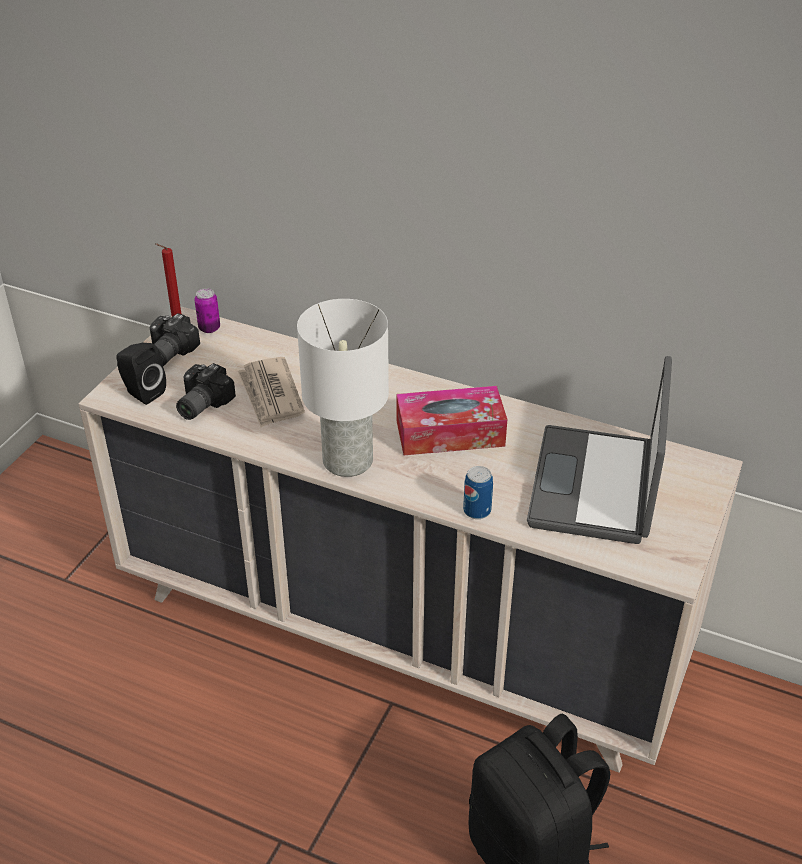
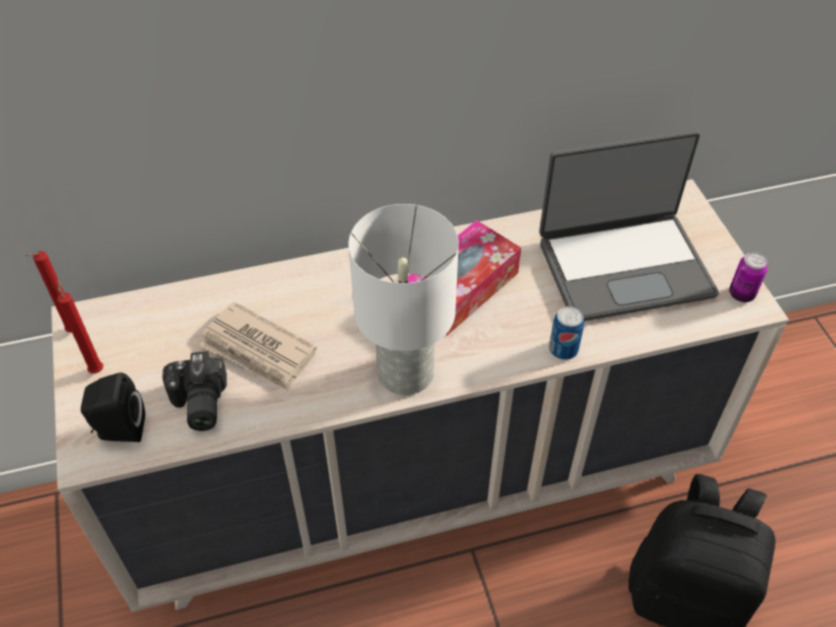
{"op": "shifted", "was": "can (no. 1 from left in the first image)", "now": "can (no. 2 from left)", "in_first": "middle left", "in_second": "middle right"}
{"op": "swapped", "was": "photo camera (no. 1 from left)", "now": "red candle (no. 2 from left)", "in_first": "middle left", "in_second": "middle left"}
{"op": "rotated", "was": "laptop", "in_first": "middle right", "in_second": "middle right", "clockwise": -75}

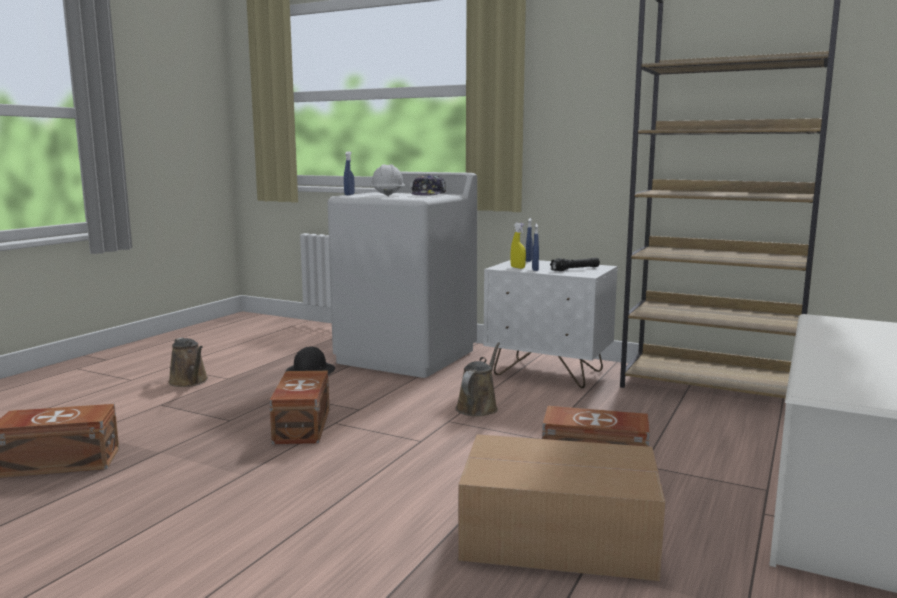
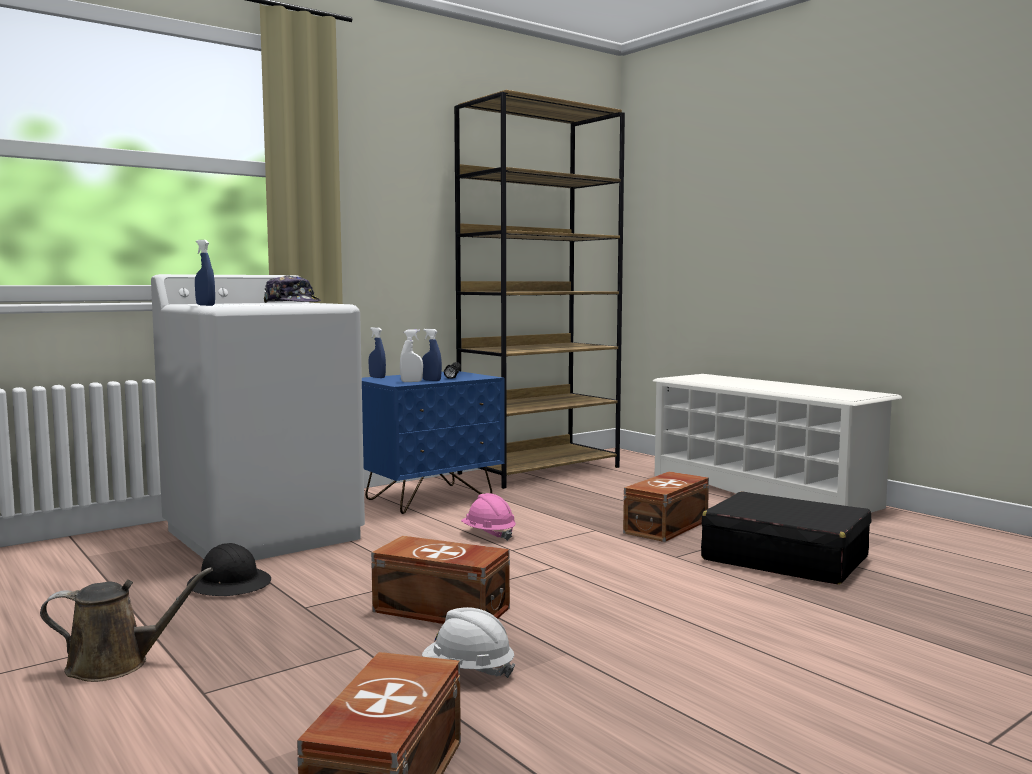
{"op": "shifted", "was": "white hard hat", "in_first": "top centre", "in_second": "bottom centre"}
{"op": "swapped", "was": "brown watering can (no. 2 from left)", "now": "pink hard hat", "in_first": "centre", "in_second": "bottom centre"}
{"op": "swapped", "was": "cardboard box", "now": "black suitcase", "in_first": "bottom centre", "in_second": "bottom right"}
{"op": "repainted", "was": "white nightstand", "now": "blue nightstand", "in_first": "centre", "in_second": "centre"}
{"op": "repainted", "was": "yellow spray bottle", "now": "white spray bottle", "in_first": "centre", "in_second": "centre"}

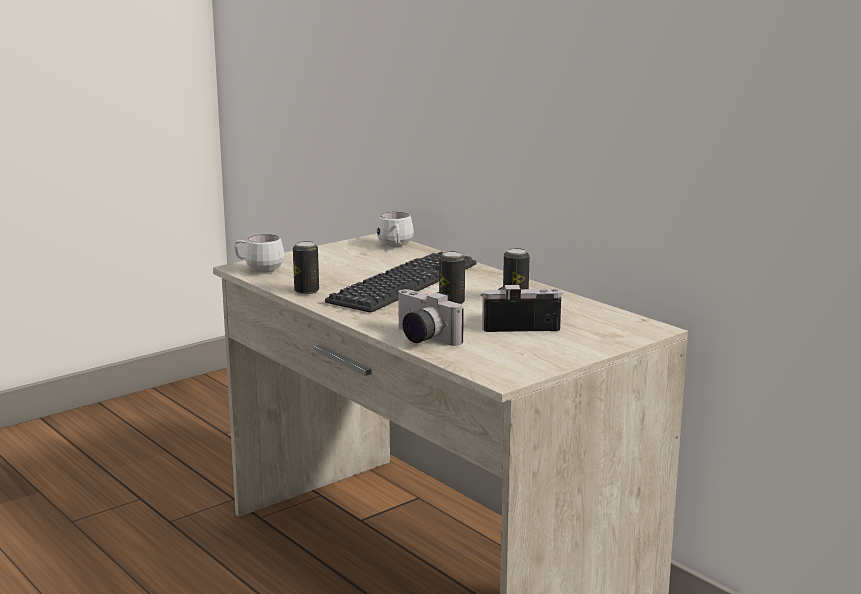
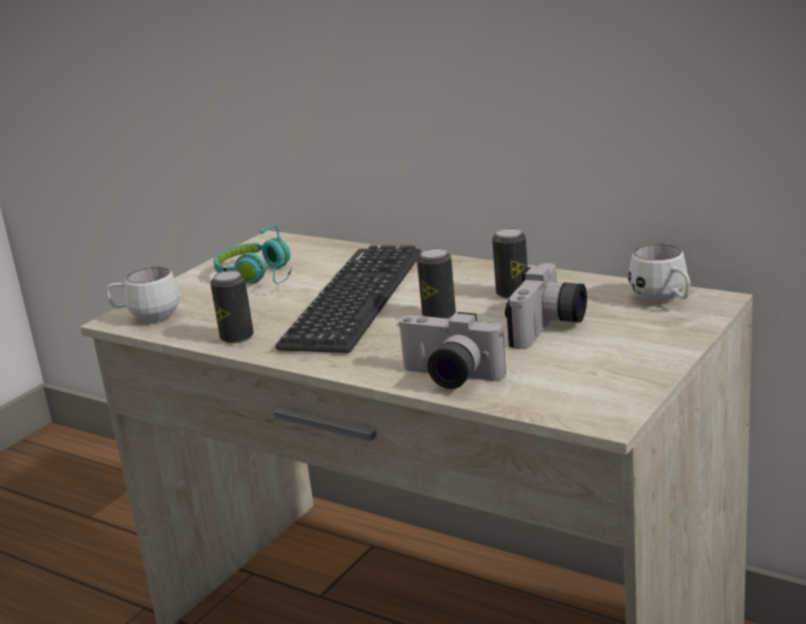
{"op": "new", "now": "turquoise headphones", "in_second": "middle left"}
{"op": "shifted", "was": "white mug (no. 2 from left)", "in_first": "centre", "in_second": "middle right"}
{"op": "rotated", "was": "photo camera (no. 2 from left)", "in_first": "centre", "in_second": "middle right", "clockwise": 135}

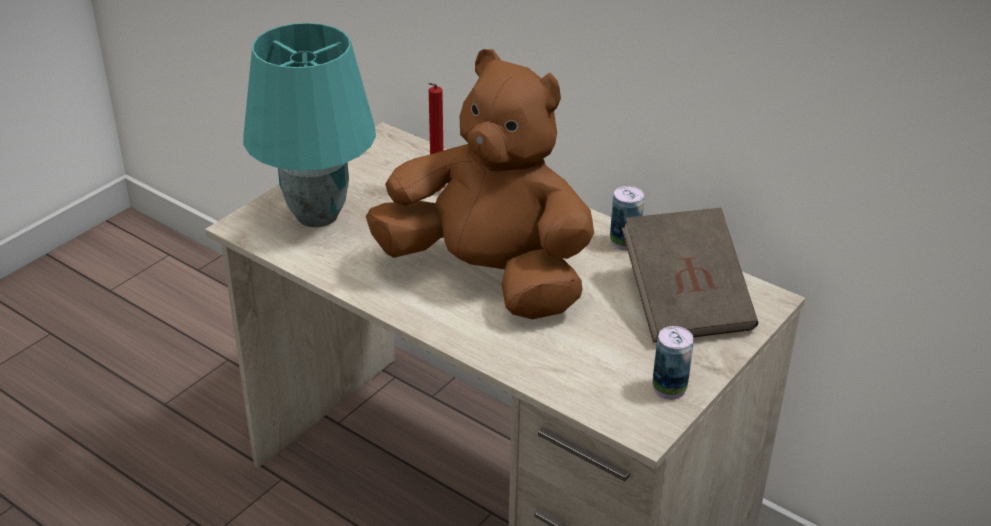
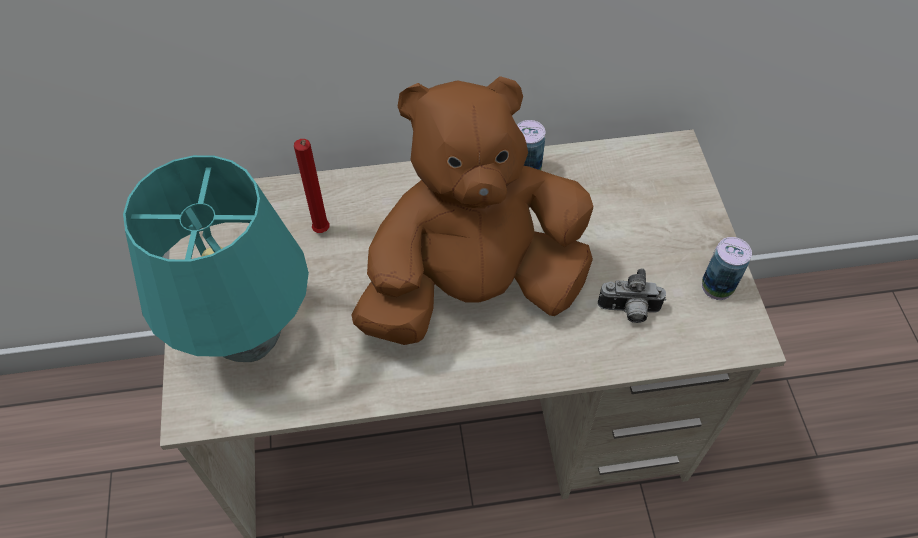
{"op": "gone", "was": "brown book", "in_first": "middle right"}
{"op": "new", "now": "photo camera", "in_second": "middle right"}

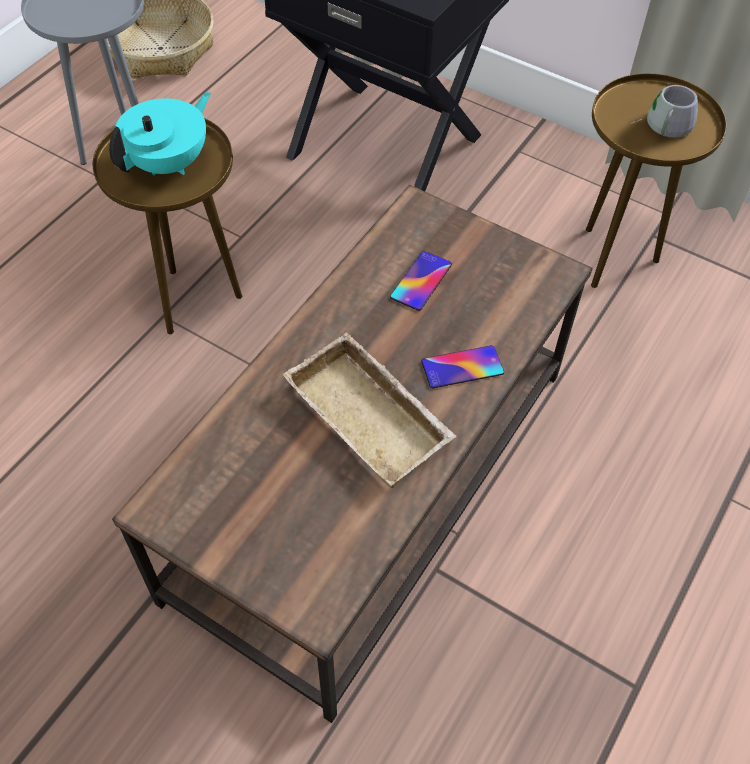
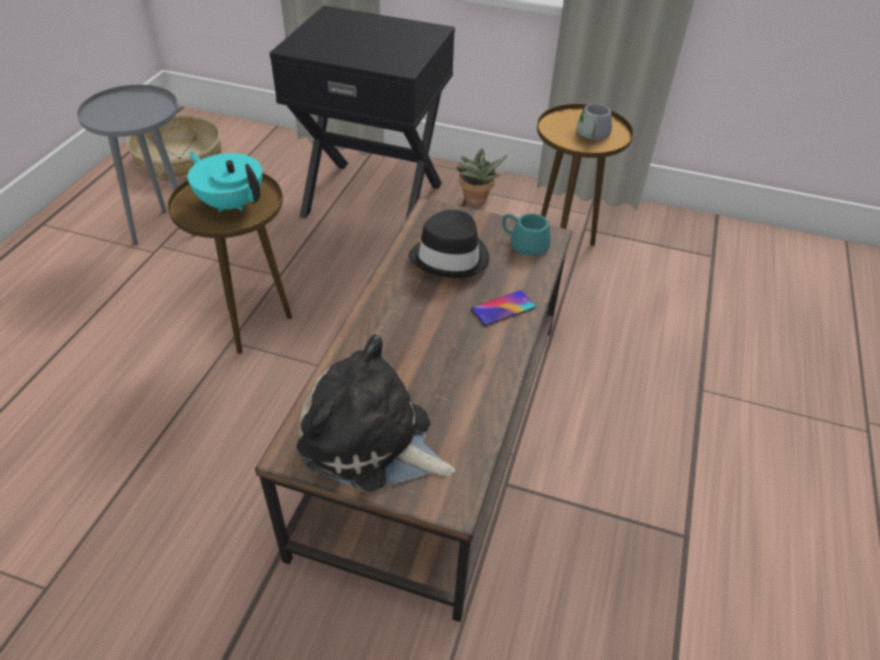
{"op": "gone", "was": "beige tray", "in_first": "centre"}
{"op": "new", "now": "plush toy", "in_second": "centre"}
{"op": "new", "now": "potted plant", "in_second": "top centre"}
{"op": "new", "now": "turquoise mug", "in_second": "centre"}
{"op": "swapped", "was": "phone (no. 1 from left)", "now": "black hat", "in_first": "centre", "in_second": "centre"}
{"op": "rotated", "was": "turquoise teapot", "in_first": "top left", "in_second": "top left", "clockwise": -75}

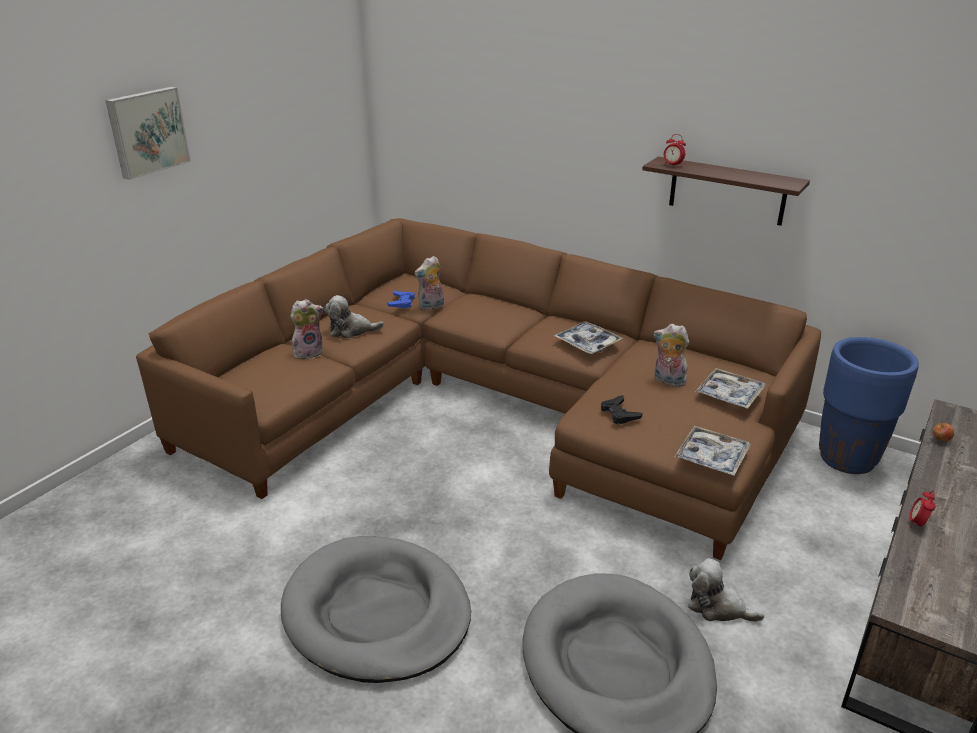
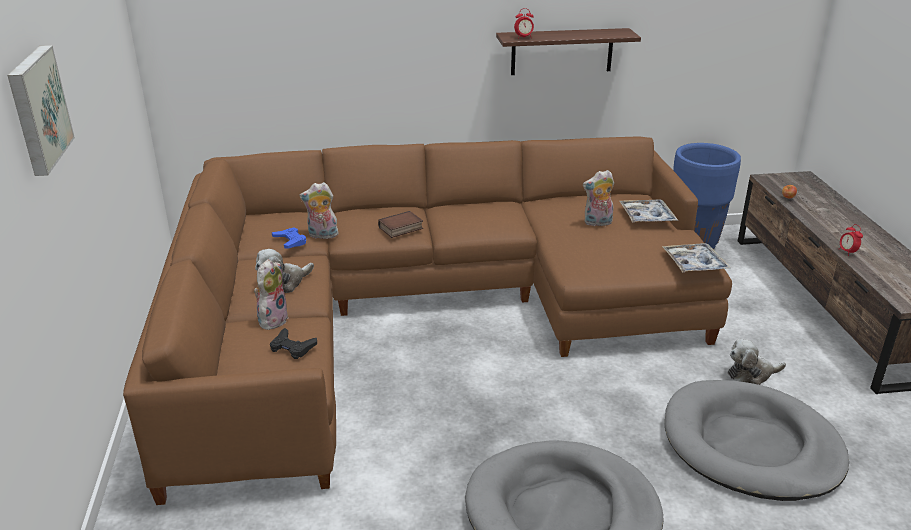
{"op": "gone", "was": "tray (no. 1 from left)", "in_first": "centre"}
{"op": "new", "now": "book", "in_second": "centre"}
{"op": "shifted", "was": "black game controller", "in_first": "centre", "in_second": "middle left"}
{"op": "rotated", "was": "plush toy (no. 3 from left)", "in_first": "centre", "in_second": "centre", "clockwise": 75}

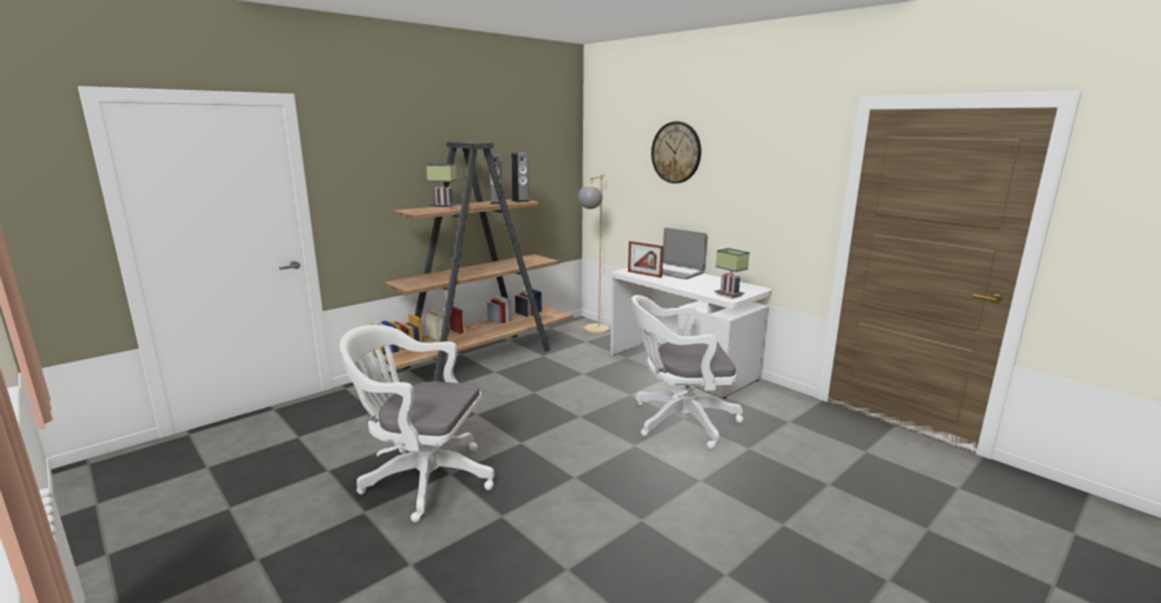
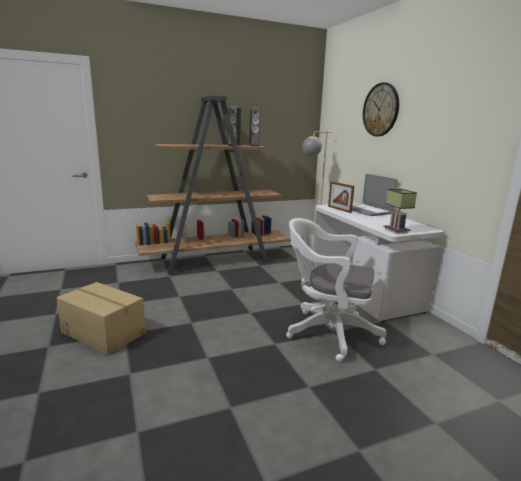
{"op": "gone", "was": "table lamp (no. 1 from left)", "in_first": "top centre"}
{"op": "swapped", "was": "white office chair (no. 1 from left)", "now": "cardboard box", "in_first": "bottom centre", "in_second": "middle left"}

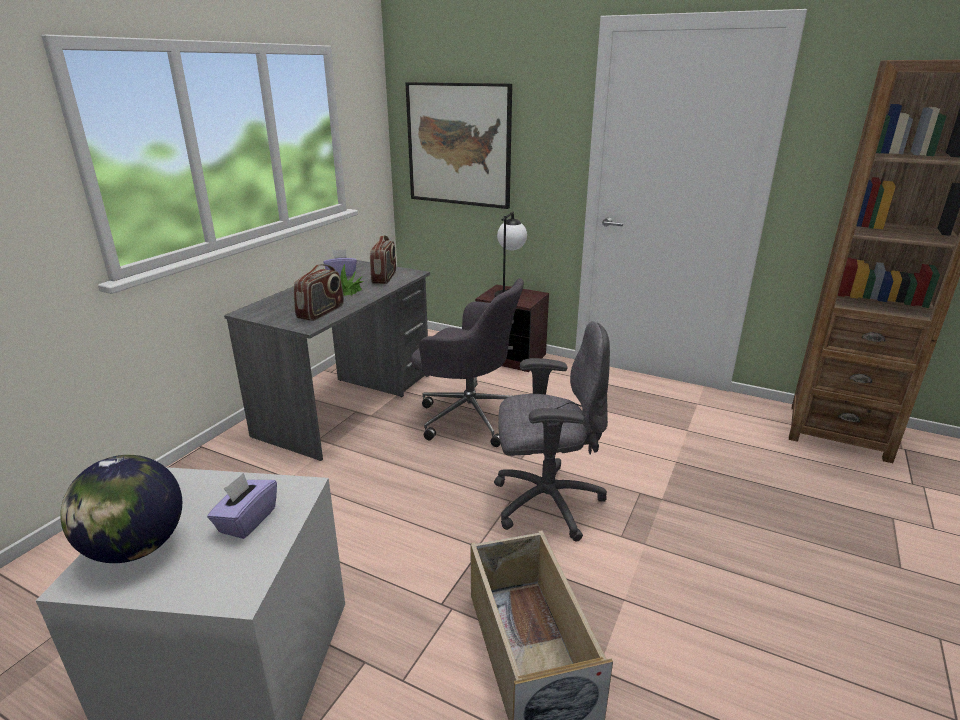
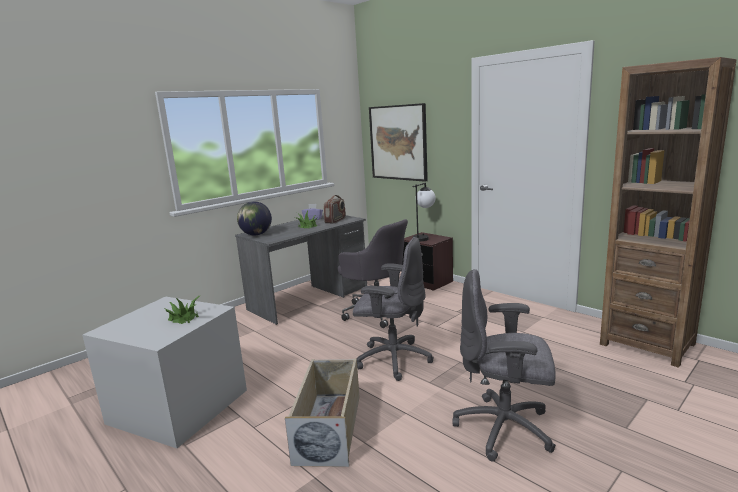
{"op": "gone", "was": "radio (no. 1 from left)", "in_first": "middle left"}
{"op": "new", "now": "grey office chair (no. 3 from left)", "in_second": "bottom right"}
{"op": "shifted", "was": "globe", "in_first": "bottom left", "in_second": "centre"}
{"op": "swapped", "was": "purple tissue box (no. 1 from left)", "now": "potted plant (no. 1 from left)", "in_first": "bottom left", "in_second": "middle left"}

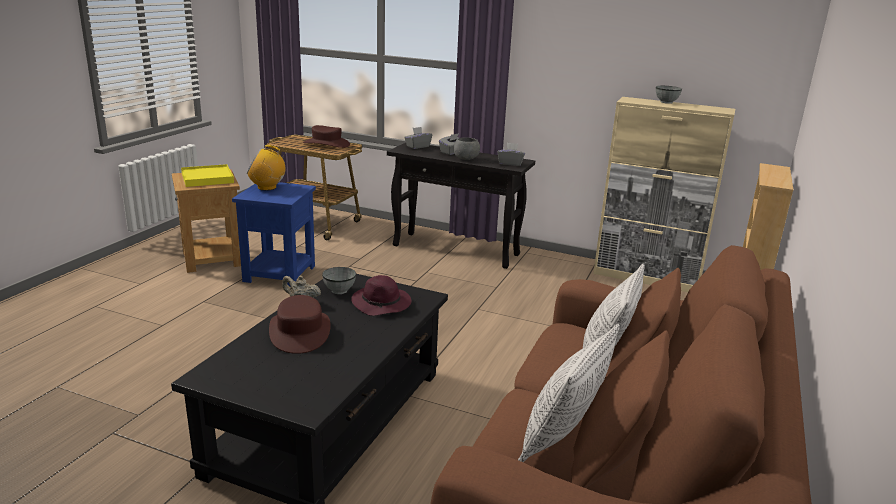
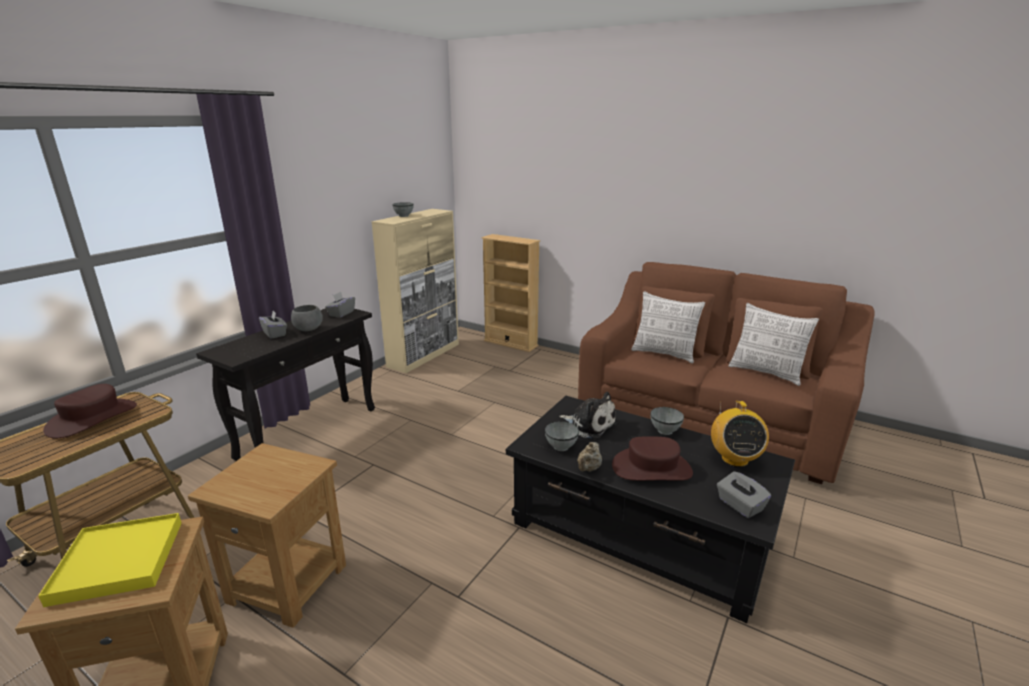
{"op": "new", "now": "grey bowl (no. 4 from left)", "in_second": "centre"}
{"op": "shifted", "was": "radio", "in_first": "middle left", "in_second": "middle right"}
{"op": "shifted", "was": "grey tissue box (no. 1 from left in the first image)", "now": "grey tissue box (no. 3 from left)", "in_first": "top centre", "in_second": "bottom right"}
{"op": "swapped", "was": "purple hat", "now": "plush toy", "in_first": "centre", "in_second": "centre"}
{"op": "repainted", "was": "blue side table", "now": "brown side table (no. 2 from left)", "in_first": "middle left", "in_second": "bottom left"}

